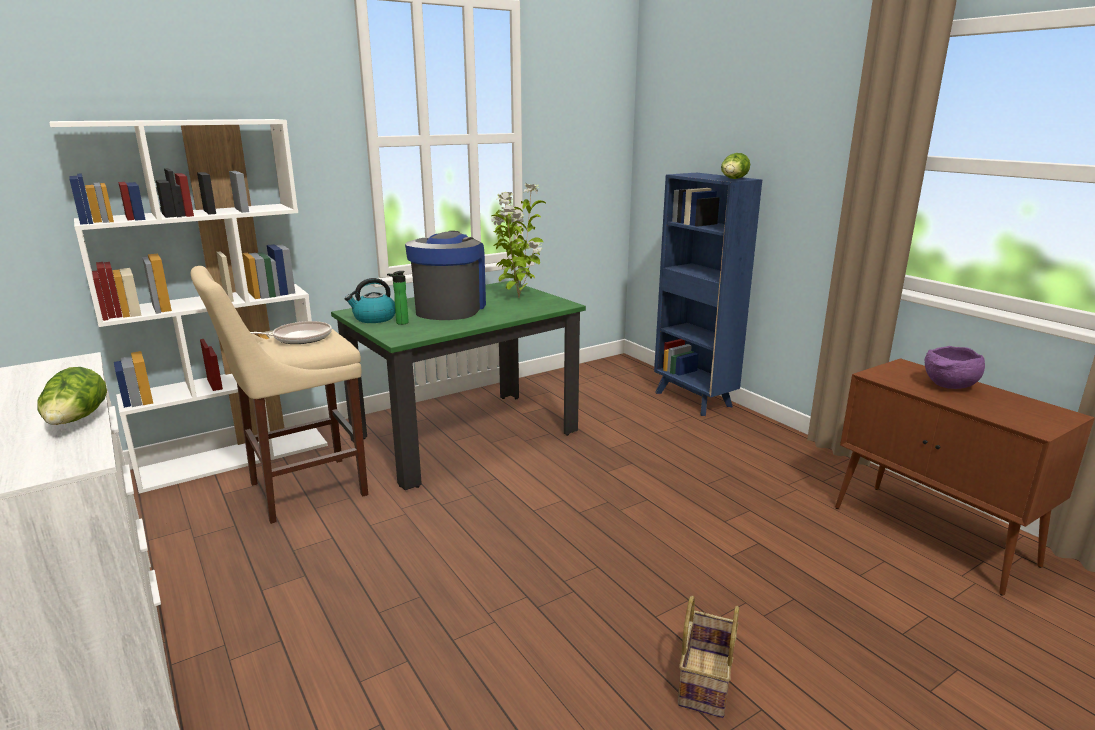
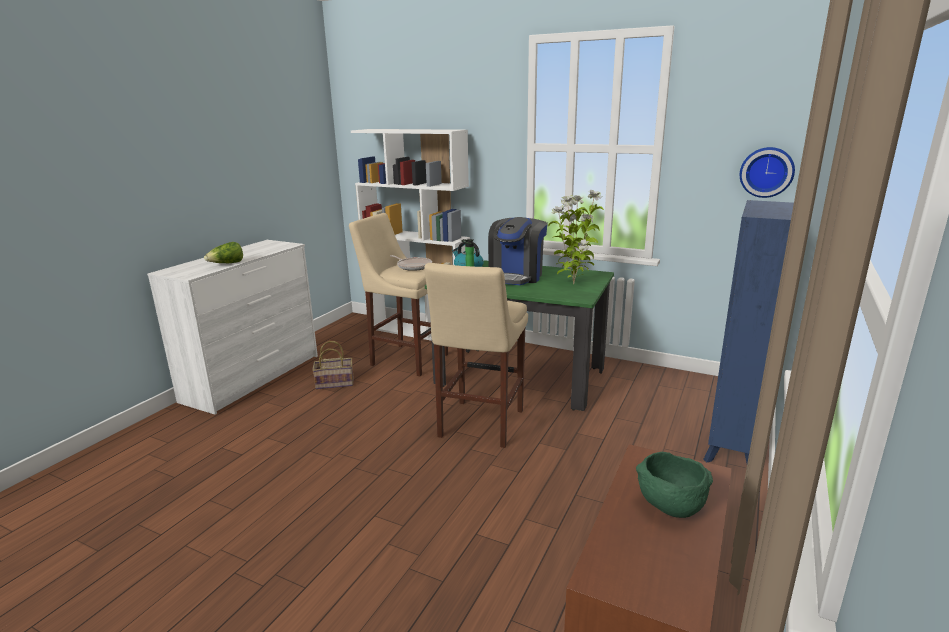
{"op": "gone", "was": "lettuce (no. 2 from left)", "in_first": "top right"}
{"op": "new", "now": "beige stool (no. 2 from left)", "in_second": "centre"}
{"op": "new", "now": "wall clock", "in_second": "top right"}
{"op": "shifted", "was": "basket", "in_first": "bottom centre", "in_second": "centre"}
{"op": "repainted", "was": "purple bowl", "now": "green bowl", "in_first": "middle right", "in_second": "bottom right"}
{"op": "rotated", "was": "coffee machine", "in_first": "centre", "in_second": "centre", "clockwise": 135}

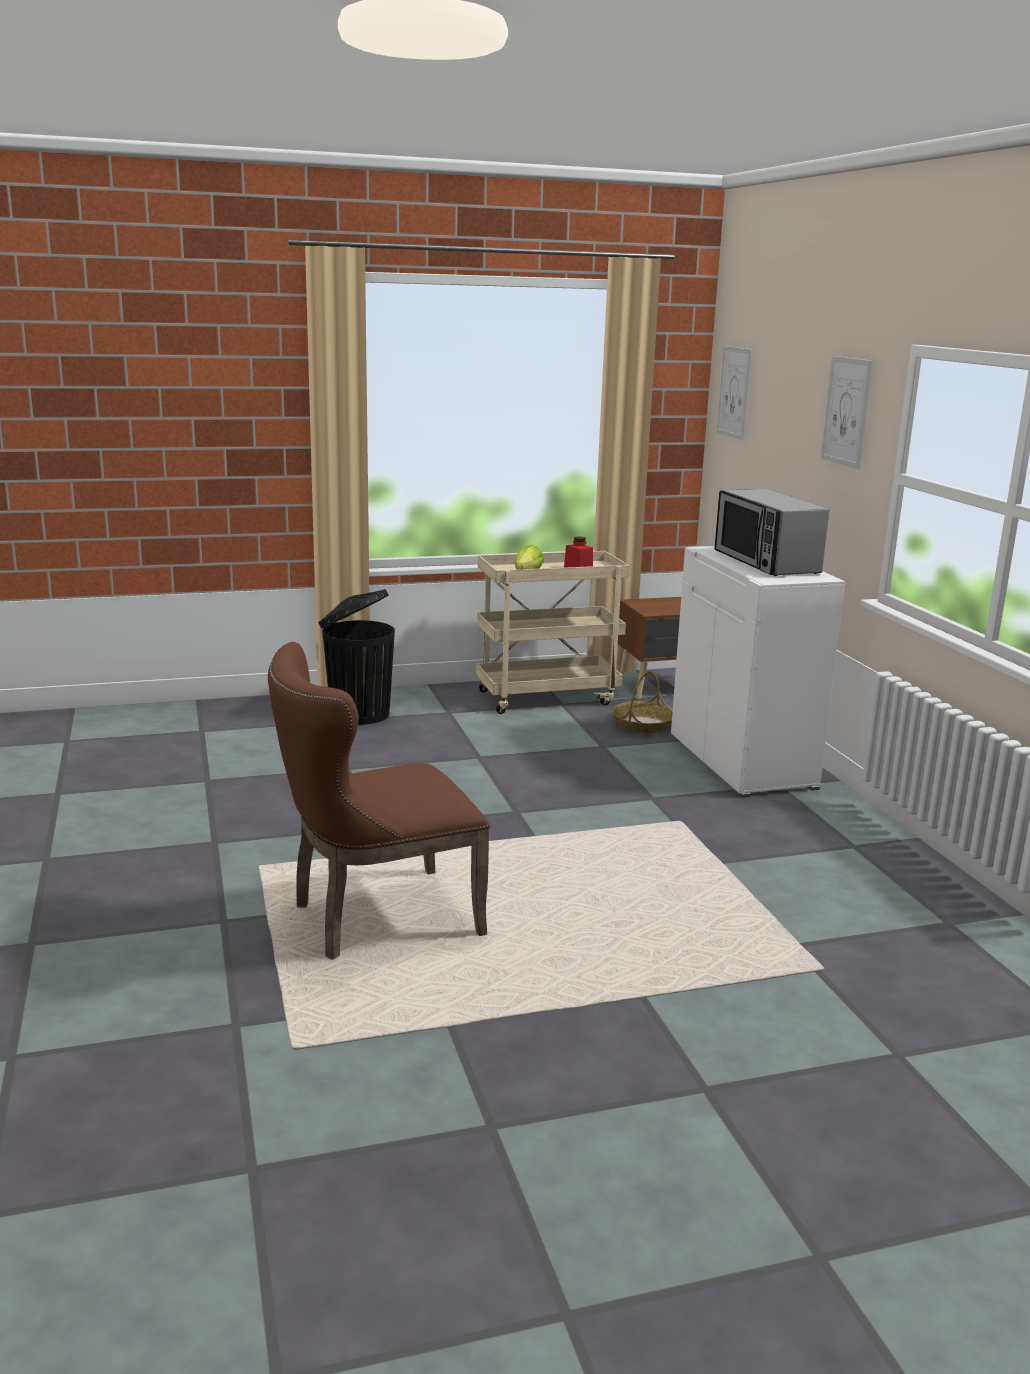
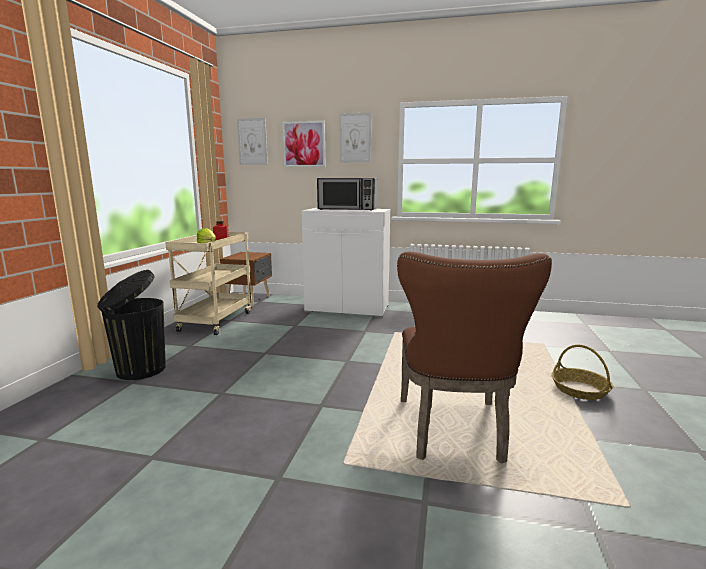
{"op": "new", "now": "picture (no. 2 from left)", "in_second": "top centre"}
{"op": "shifted", "was": "basket", "in_first": "centre", "in_second": "middle right"}

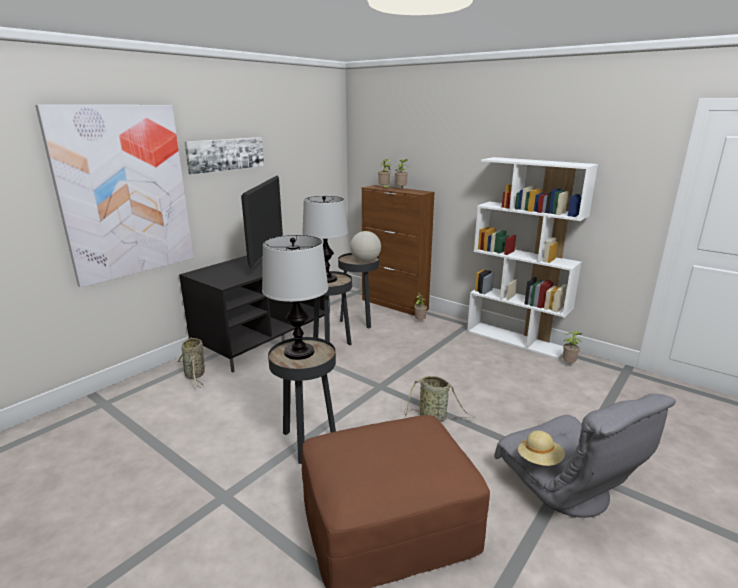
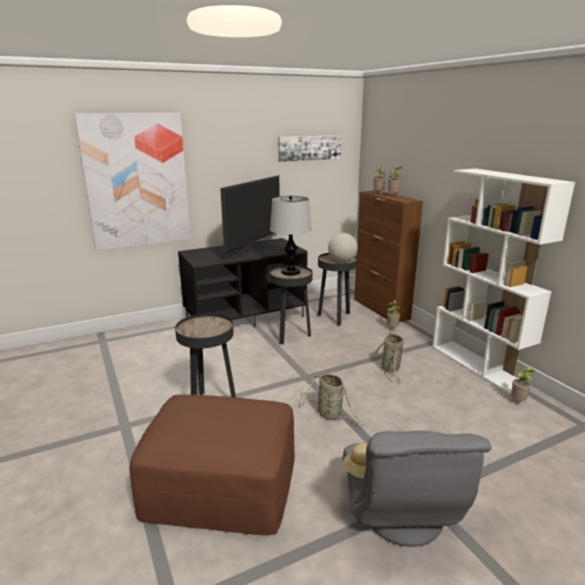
{"op": "gone", "was": "table lamp (no. 1 from left)", "in_first": "centre"}
{"op": "shifted", "was": "basket (no. 1 from left in the first image)", "now": "basket (no. 2 from left)", "in_first": "middle left", "in_second": "centre"}
{"op": "shifted", "was": "picture (no. 2 from left)", "in_first": "top left", "in_second": "top centre"}

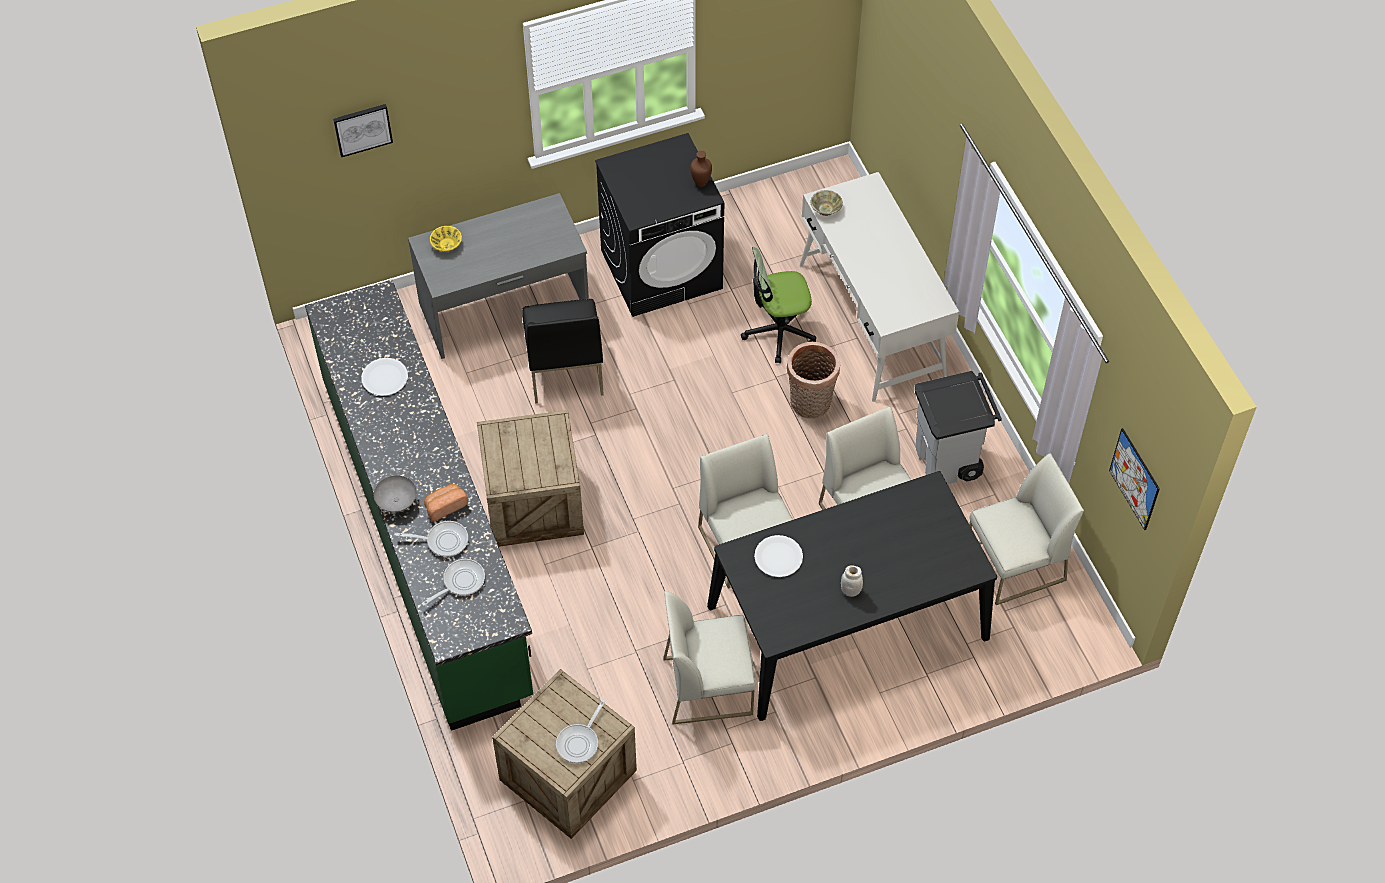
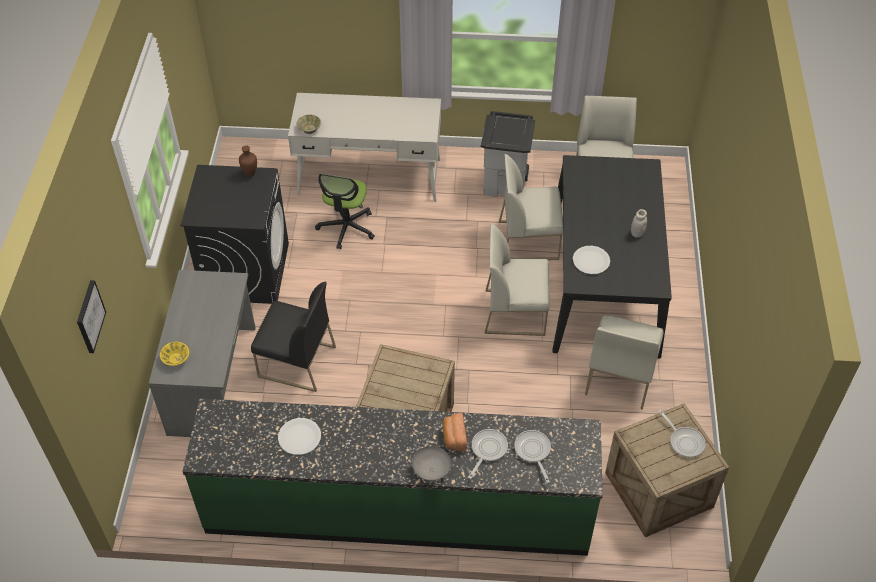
{"op": "gone", "was": "basket", "in_first": "centre"}
{"op": "gone", "was": "picture (no. 2 from left)", "in_first": "middle right"}

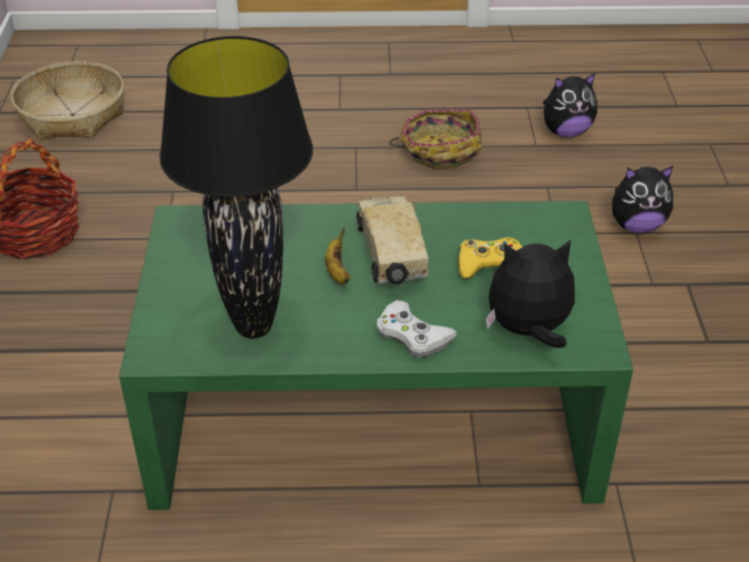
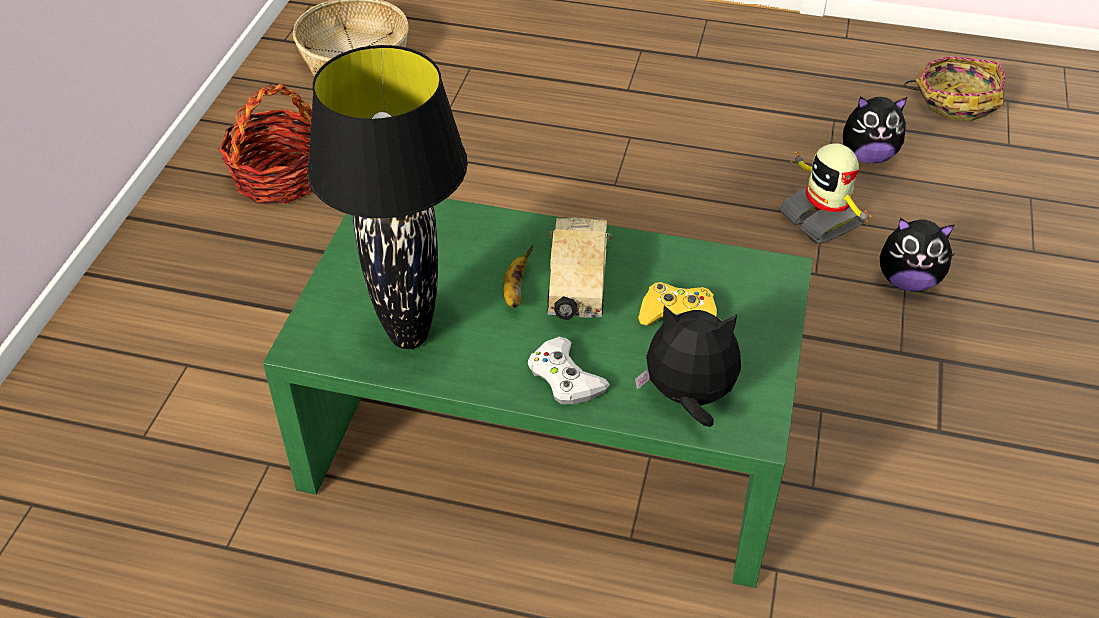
{"op": "new", "now": "toy robot", "in_second": "top right"}
{"op": "shifted", "was": "basket (no. 3 from left)", "in_first": "top centre", "in_second": "top right"}

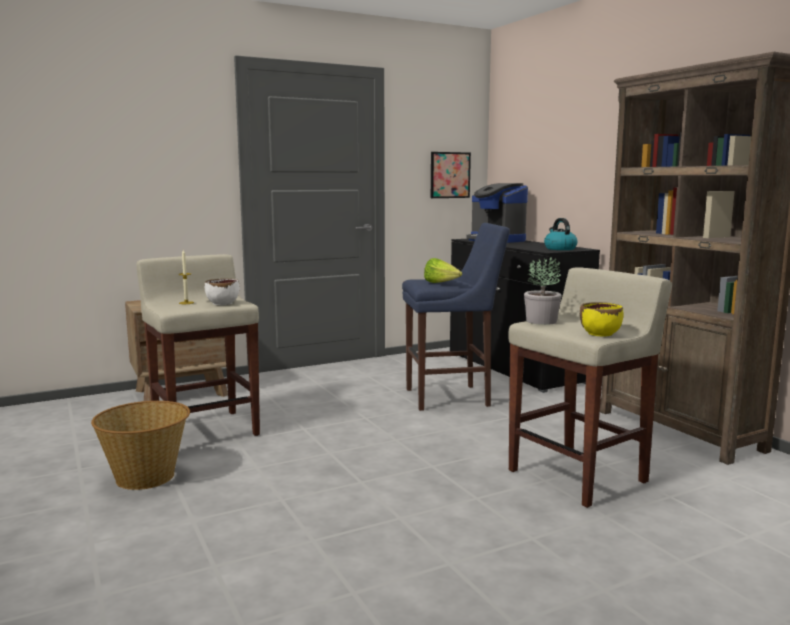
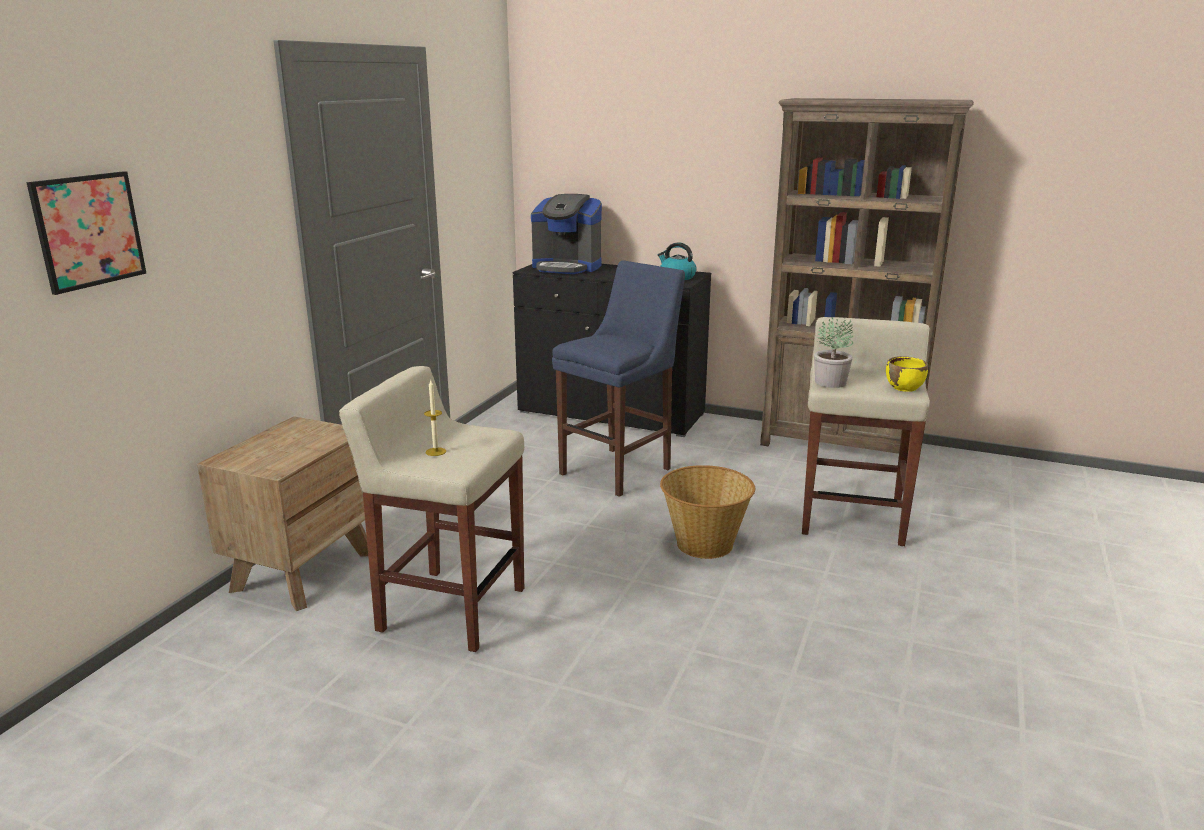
{"op": "gone", "was": "white bowl", "in_first": "middle left"}
{"op": "gone", "was": "lettuce", "in_first": "centre"}
{"op": "shifted", "was": "basket", "in_first": "bottom left", "in_second": "centre"}
{"op": "shifted", "was": "picture", "in_first": "top centre", "in_second": "top left"}

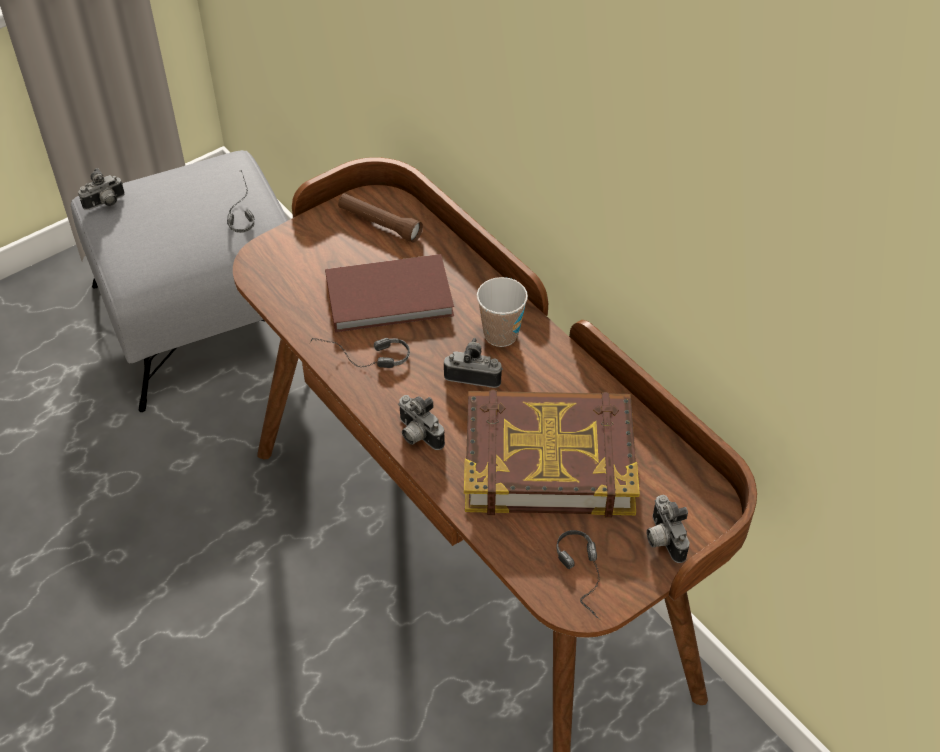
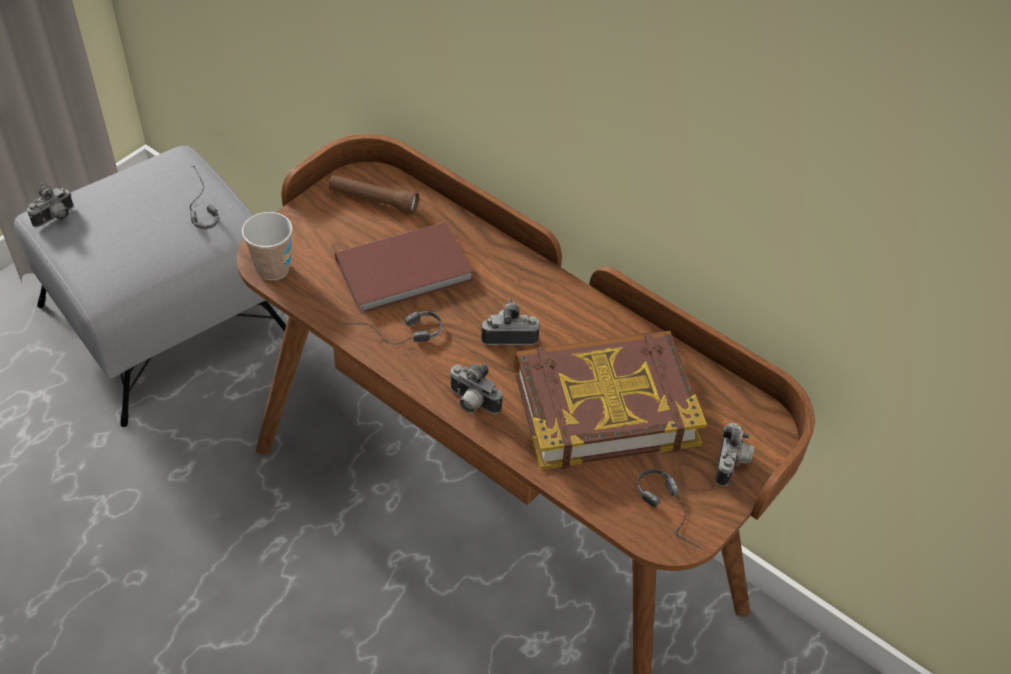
{"op": "shifted", "was": "cup", "in_first": "centre", "in_second": "middle left"}
{"op": "rotated", "was": "photo camera (no. 4 from left)", "in_first": "bottom right", "in_second": "bottom right", "clockwise": -135}

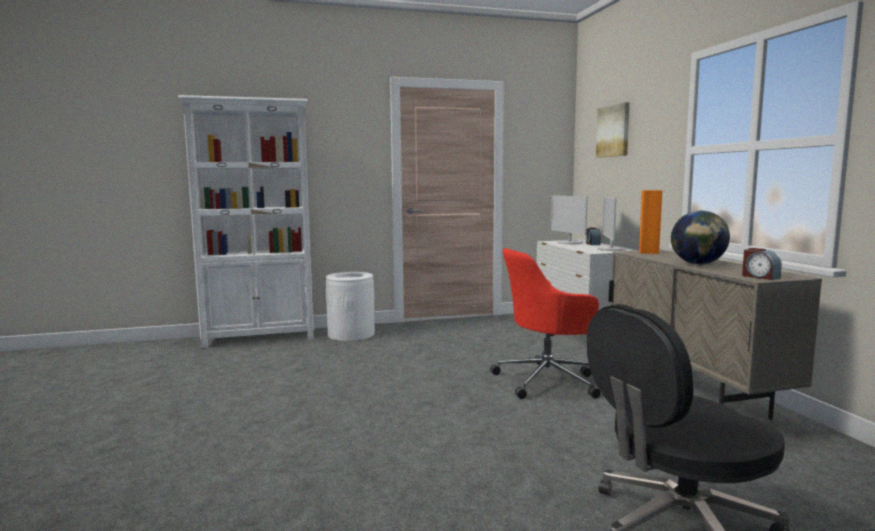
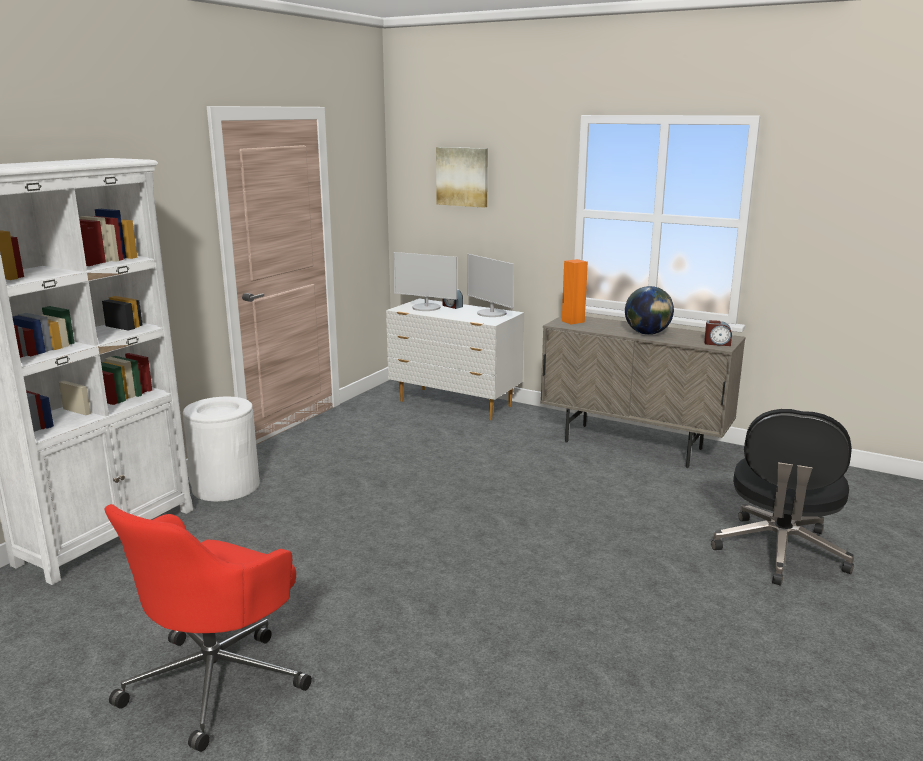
{"op": "shifted", "was": "red office chair", "in_first": "centre", "in_second": "bottom left"}

